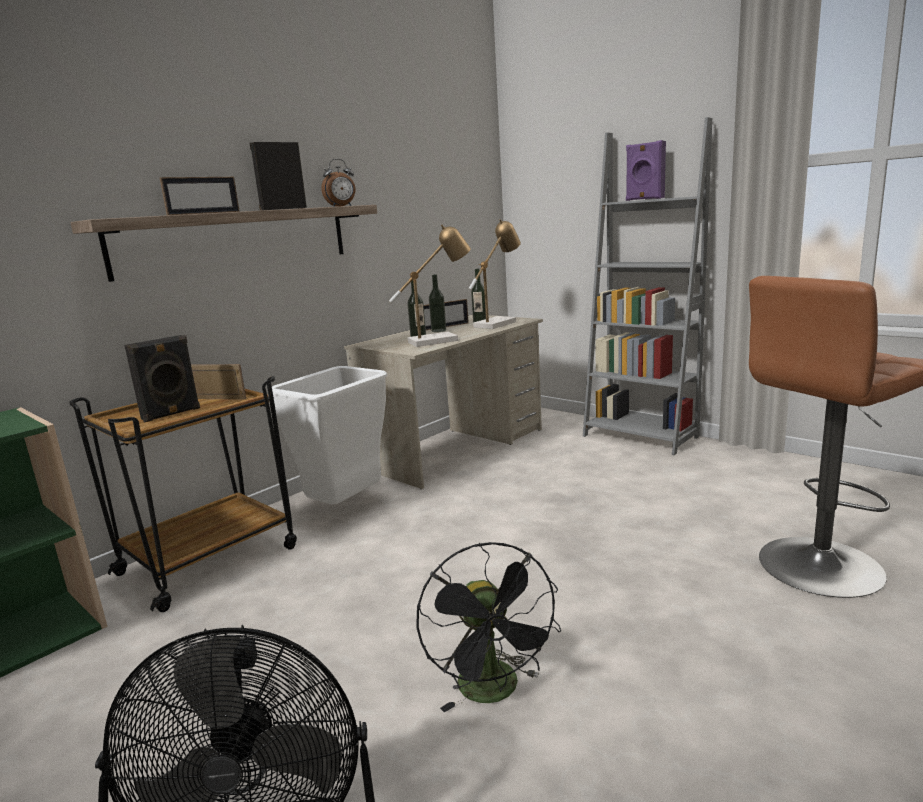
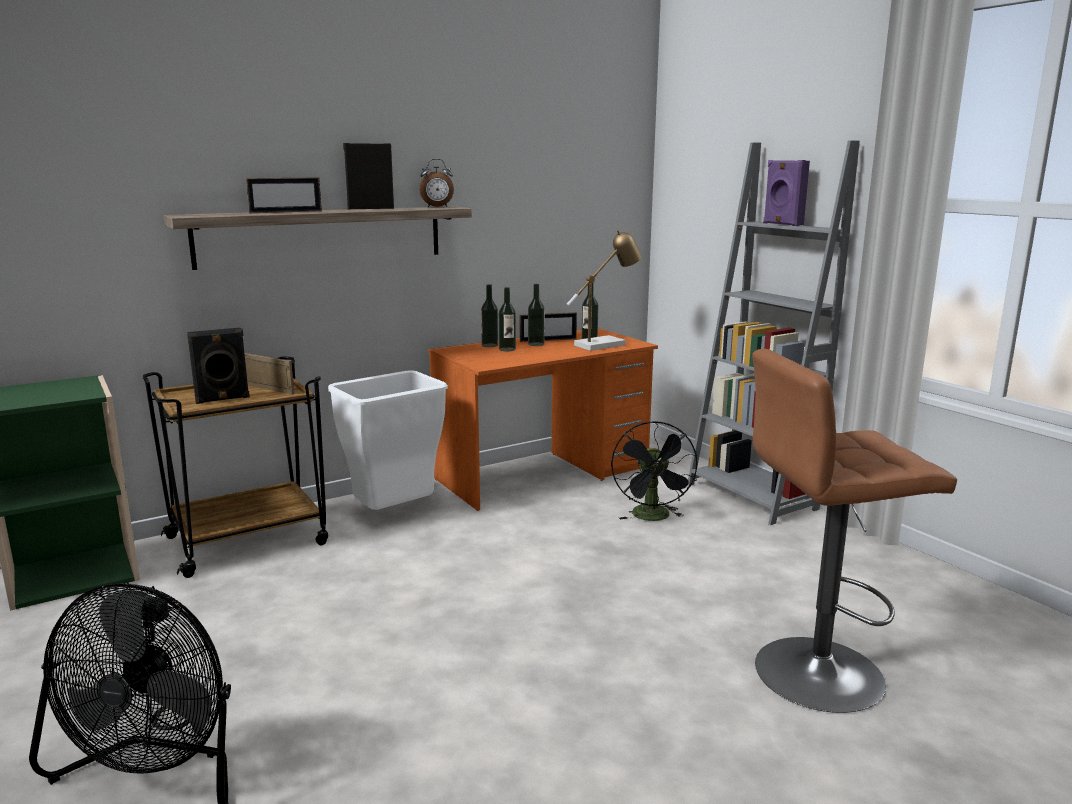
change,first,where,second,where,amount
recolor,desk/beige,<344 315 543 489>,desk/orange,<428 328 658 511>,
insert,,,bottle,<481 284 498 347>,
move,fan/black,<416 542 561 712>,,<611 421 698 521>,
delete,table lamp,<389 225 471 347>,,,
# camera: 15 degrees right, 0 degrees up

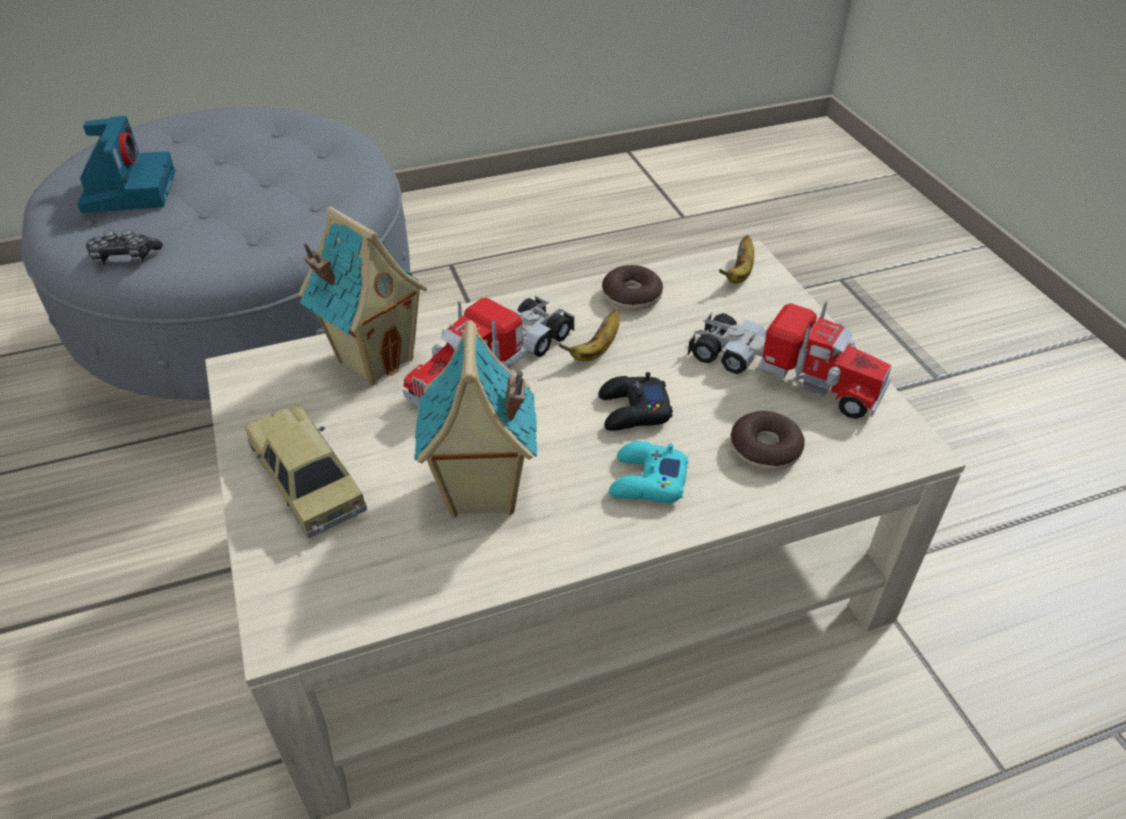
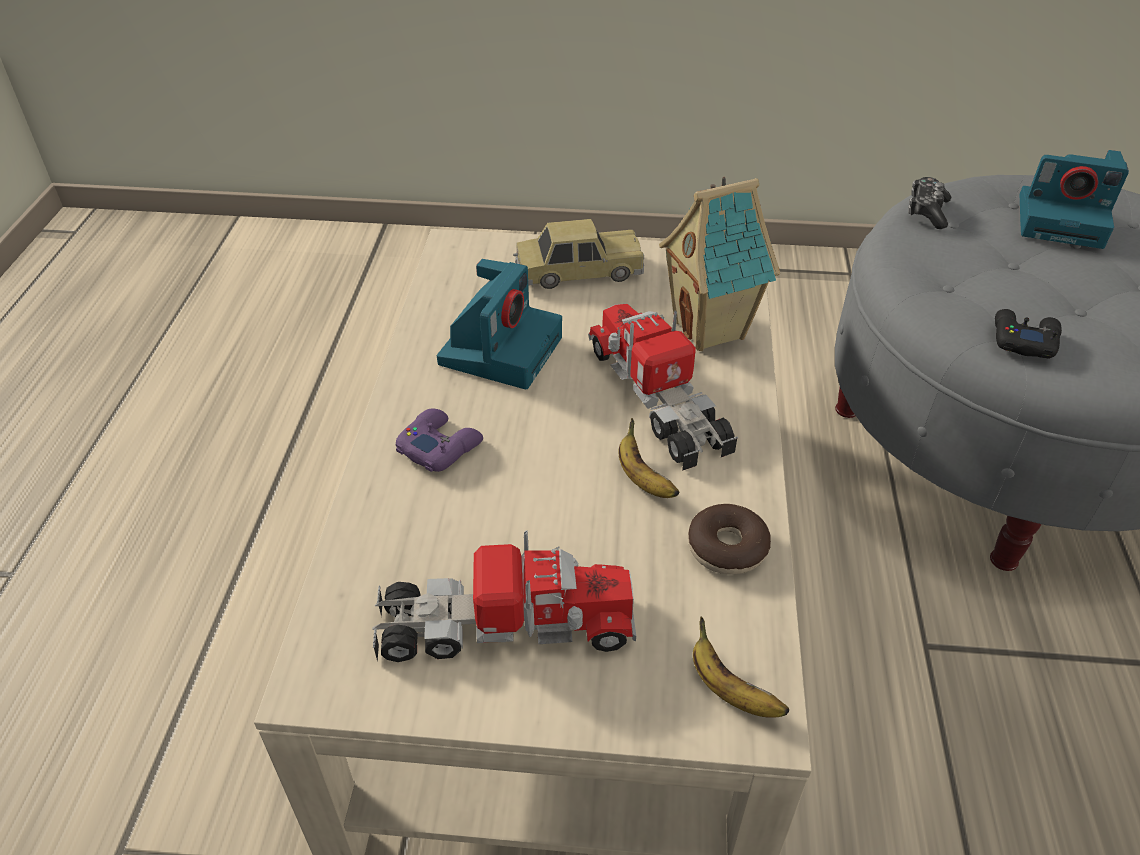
change,first,where,second,where,amount
rotate,toy truck,<688 301 892 419>,,<372 530 636 662>,150 degrees counterclockwise
recolor,game controller/turquoise,<609 441 689 503>,game controller/purple,<395 409 483 472>,
replace,toy house,<414 320 537 518>,photo camera,<437 259 562 389>,
move,game controller/black,<598 372 673 431>,,<995 309 1062 359>,
delete,donut,<730 411 805 470>,,,
# camera: 115 degrees right, 0 degrees up

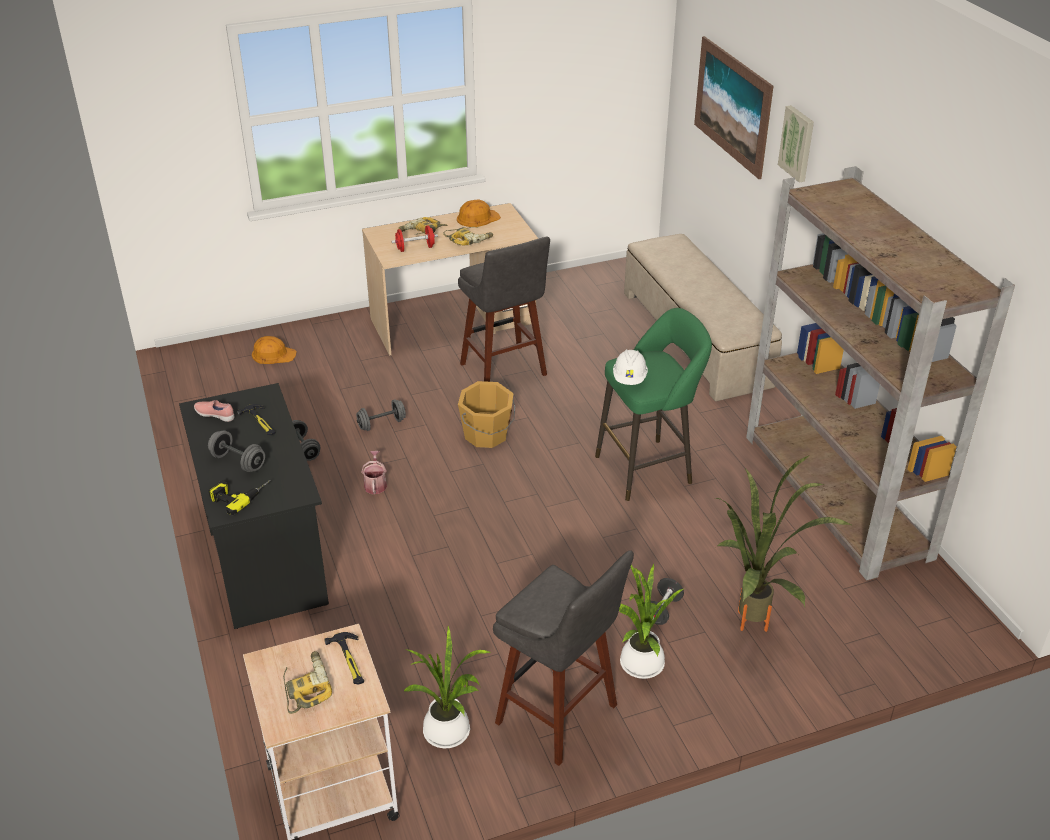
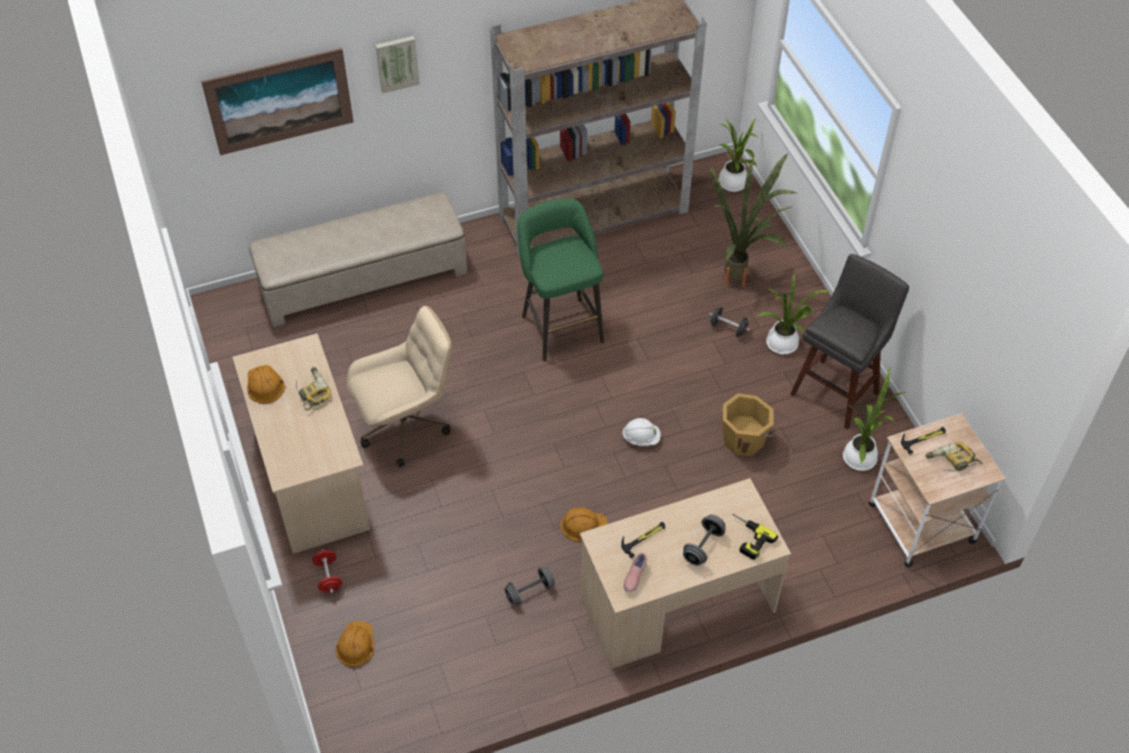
change,first,where,second,where,amount
move,dumbbell/red,<391 225 438 252>,,<312 550 342 593>,
replace,stool/grey,<458 237 550 382>,office chair/beige,<347 306 452 468>,
replace,watering can,<361 451 387 494>,hard hat/orange,<560 507 608 542>,
recolor,desk/black,<179 383 329 629>,desk/beige,<580 478 791 669>,
move,hard hat/white,<613 349 648 385>,,<622 418 661 446>,
insert,,,potted plant,<719 118 757 192>,
move,bucket/orange,<458 381 515 448>,,<722 393 775 456>,
delete,dumbbell/grey,<356 399 406 431>,,,
delete,power drill,<398 217 447 235>,,,
# camera: 90 degrees left, 15 degrees up

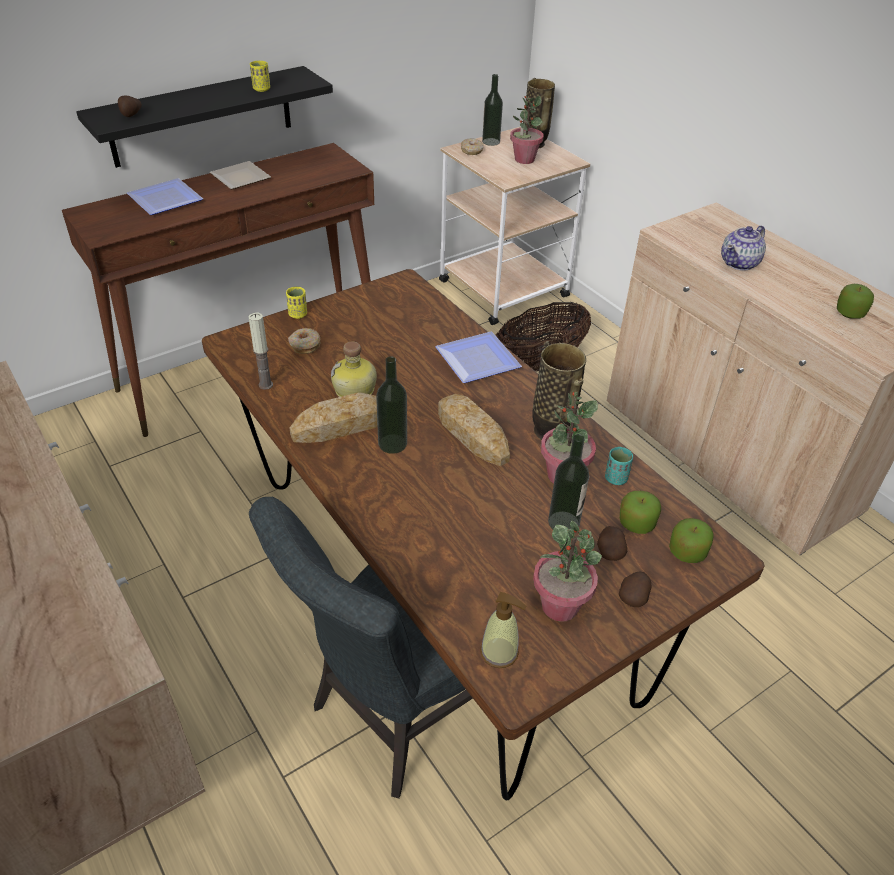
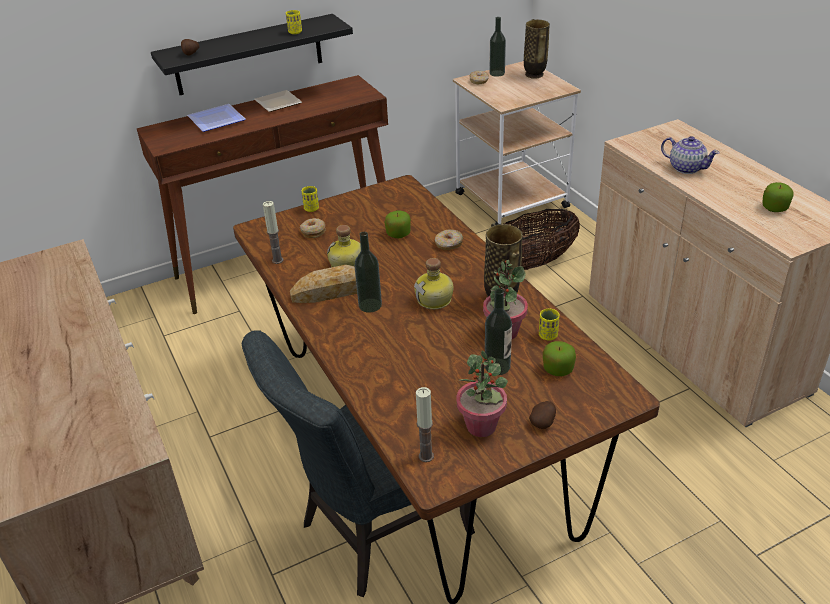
change,first,where,second,where,amount
move,apple,<669 518 714 563>,,<384 211 411 238>,
replace,bread,<438 394 510 466>,bottle,<414 258 453 309>,
replace,soap dispenser,<480 592 527 668>,candle,<416 387 434 462>,
replace,plate,<435 332 522 383>,donut,<435 229 463 250>,
recolor,cup/turquoise,<605 447 633 485>,cup/yellow,<539 308 560 341>,
rotate,teapot,<721 225 766 271>,,<661 136 720 174>,105 degrees counterclockwise
delete,potted plant,<510 95 544 164>,,,
delete,potato,<597 526 627 561>,,,
# camera: 10 degrees right, 5 degrees down

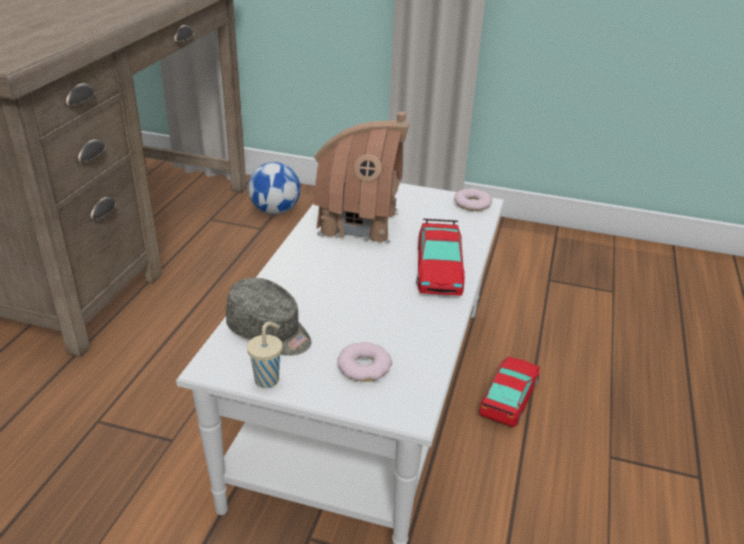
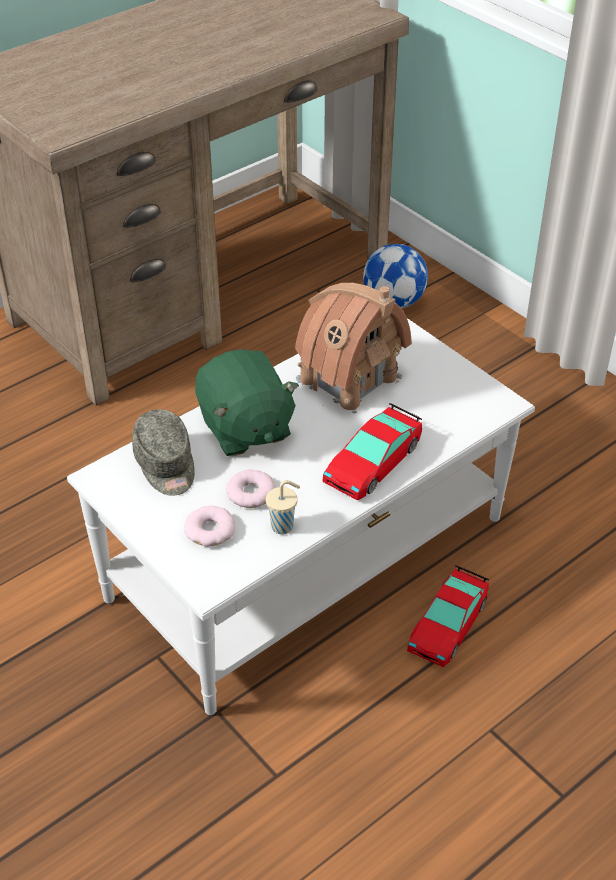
change,first,where,second,where,amount
insert,,,plush toy/green,<195 349 299 456>,
move,donut,<454 188 492 211>,,<226 470 276 508>,
move,cup/beige,<247 322 283 388>,,<266 480 300 534>,
rotate,toy car,<479 357 540 427>,,<407 566 489 667>,150 degrees clockwise
# camera: 35 degrees right, 10 degrees up

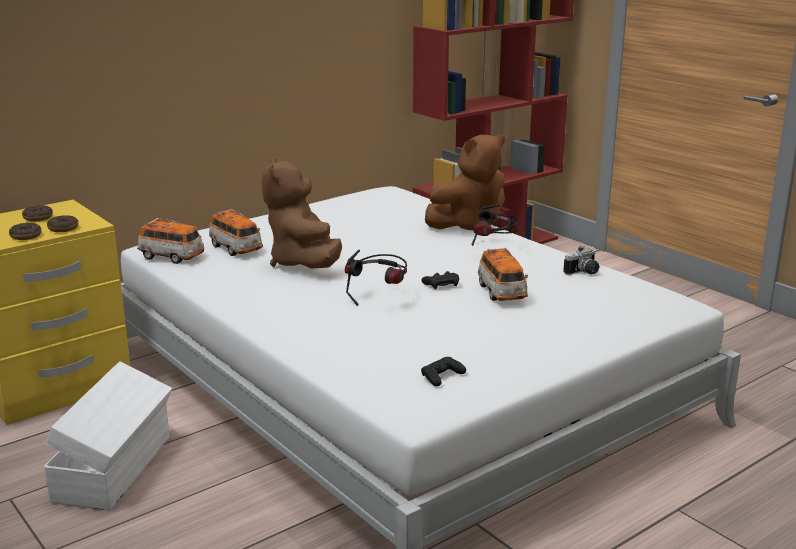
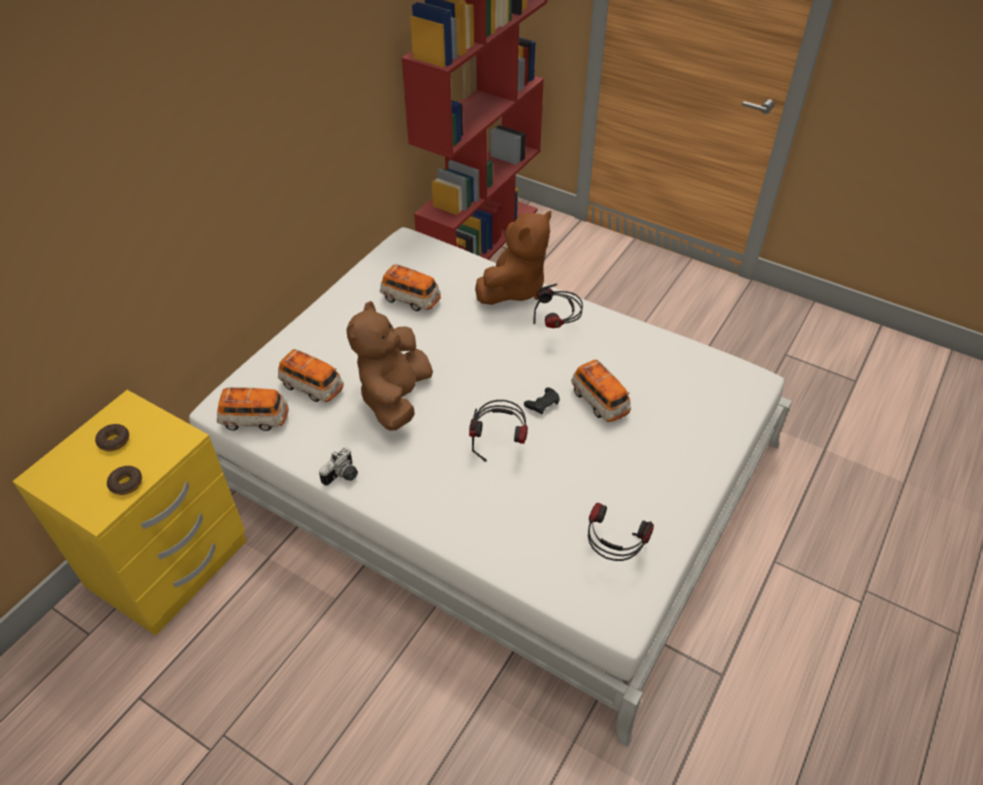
change,first,where,second,where,amount
move,photo camera,<563 246 599 275>,,<319 447 358 486>,
rotate,plush toy/brown,<262 157 342 269>,,<346 301 433 431>,45 degrees clockwise
insert,,,toy car,<380 264 441 311>,
replace,game controller/black,<421 357 466 386>,headphones,<588 503 654 561>,
delete,storage box/white,<44 361 172 511>,,,
delete,donut,<47 215 78 232>,,,
# camera: 20 degrees left, 25 degrees up

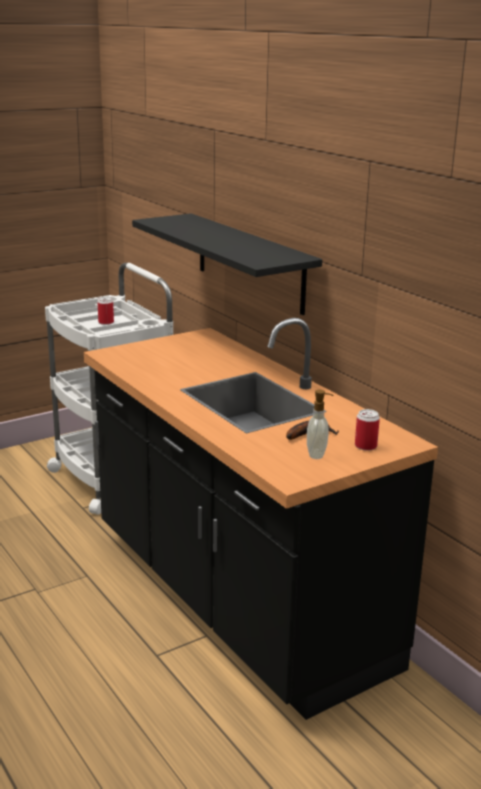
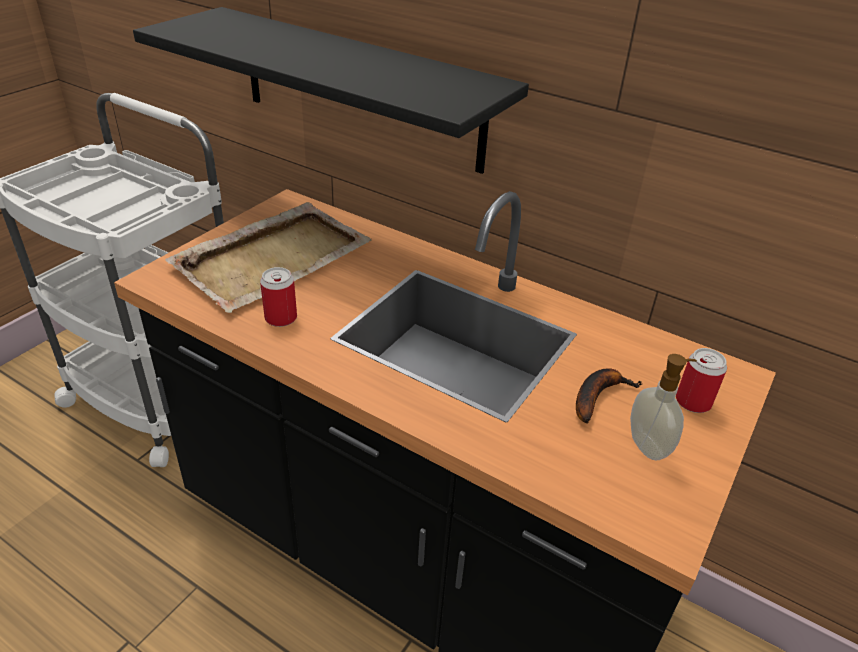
change,first,where,second,where,amount
insert,,,tray/beige,<165 202 372 313>,
move,can,<97 297 114 325>,,<260 267 297 327>,
# camera: 25 degrees left, 15 degrees up

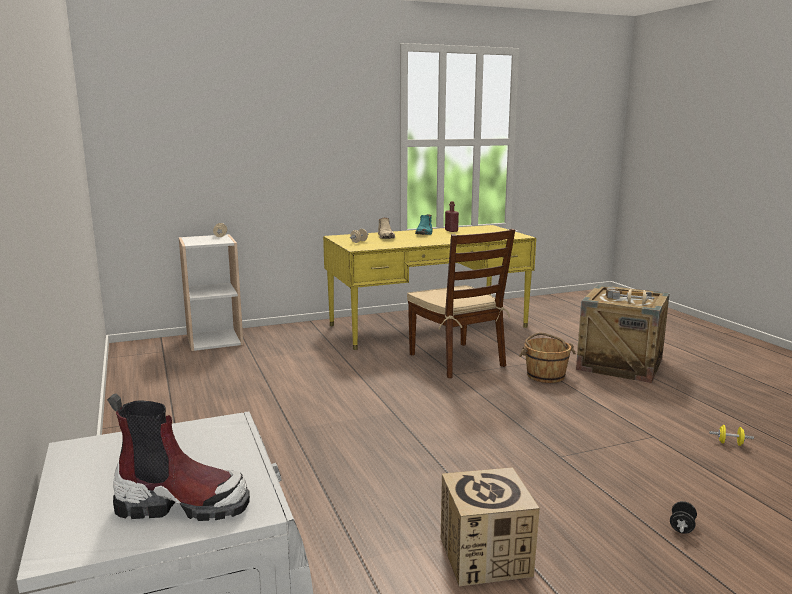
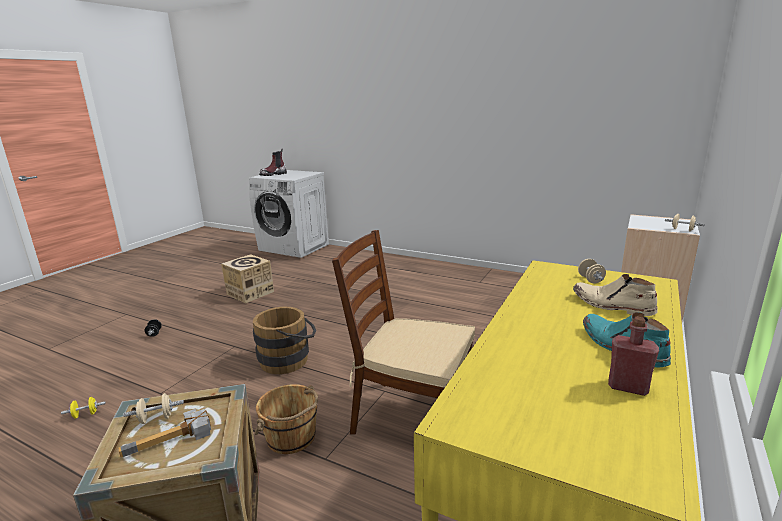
change,first,where,second,where,amount
insert,,,bucket/brown,<253 307 316 374>,
# camera: 140 degrees right, 5 degrees up

